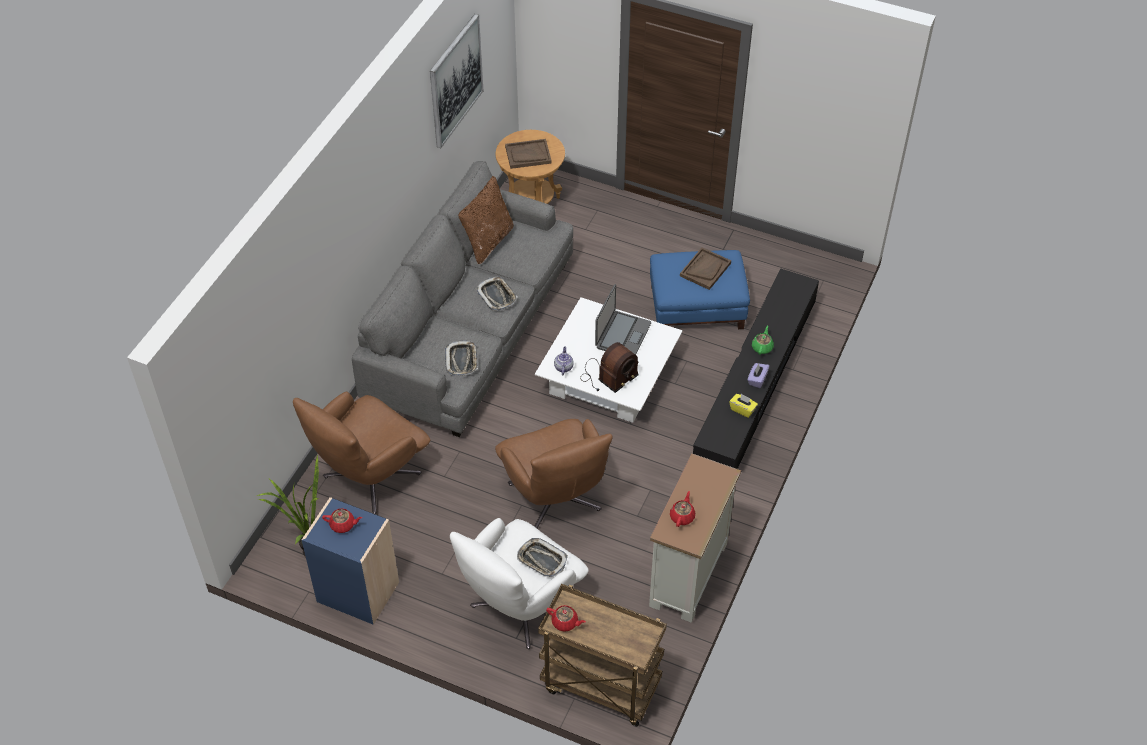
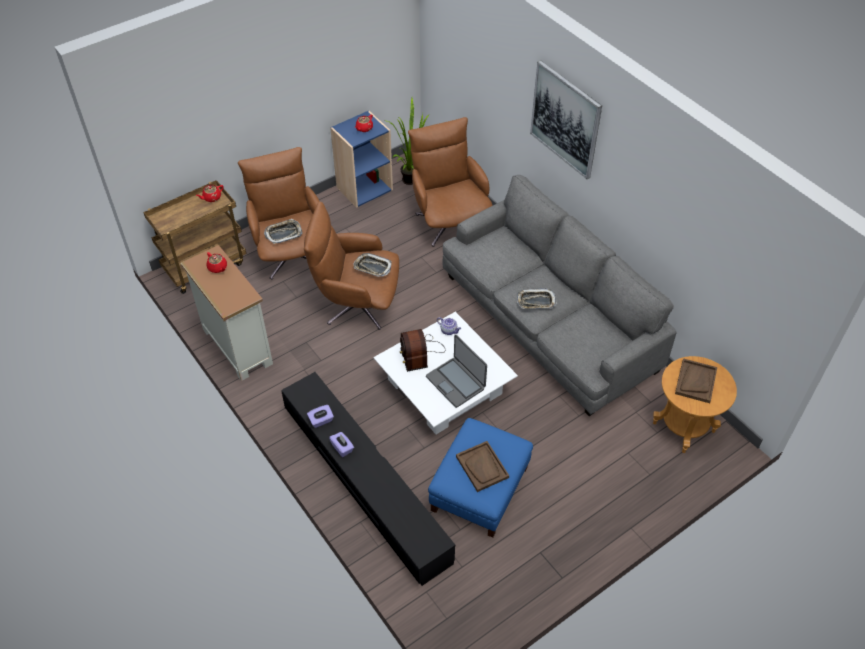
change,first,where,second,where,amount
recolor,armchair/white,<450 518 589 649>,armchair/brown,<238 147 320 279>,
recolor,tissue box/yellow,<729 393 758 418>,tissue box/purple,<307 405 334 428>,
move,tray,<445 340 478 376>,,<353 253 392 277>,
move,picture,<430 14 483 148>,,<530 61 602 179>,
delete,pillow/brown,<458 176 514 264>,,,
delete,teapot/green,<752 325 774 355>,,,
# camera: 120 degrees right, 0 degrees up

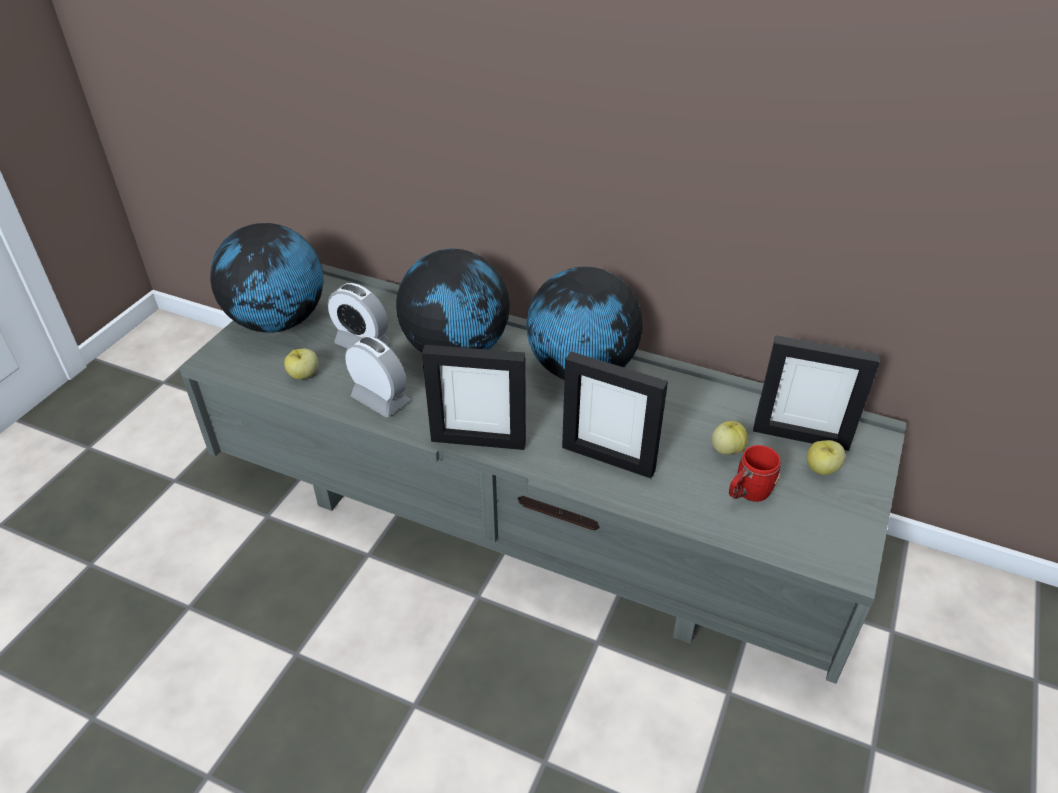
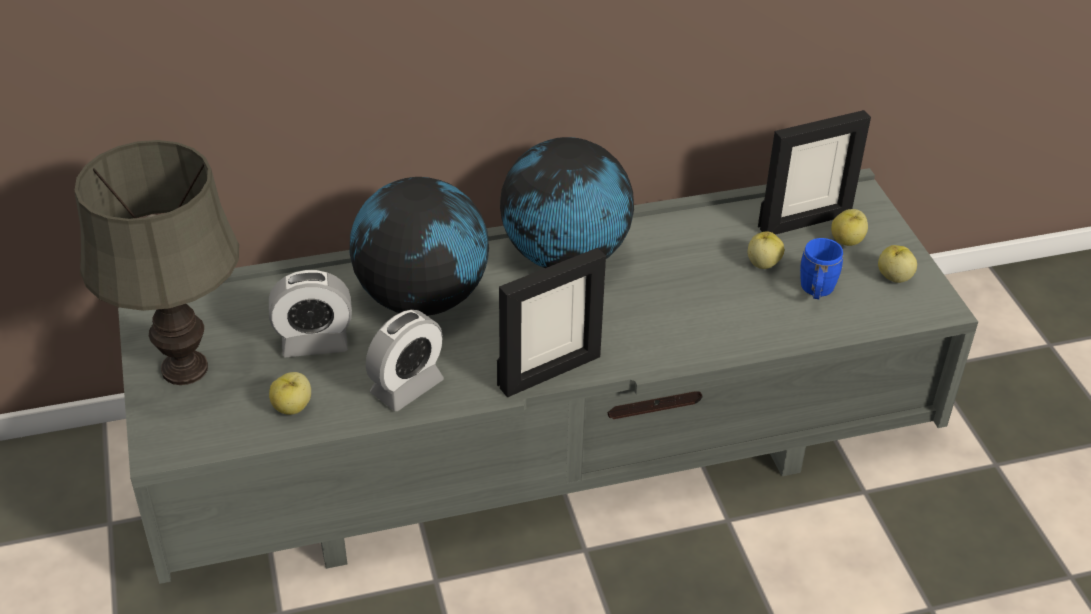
change,first,where,second,where,amount
replace,globe,<210 223 323 333>,table lamp/grey,<74 140 239 385>,
rotate,alarm clock,<345 336 409 417>,,<366 310 444 411>,135 degrees clockwise
recolor,mug/red,<729 445 781 502>,mug/blue,<800 238 843 299>,
insert,,,apple,<878 245 917 283>,
delete,picture frame,<562 352 668 478>,,,
# camera: 40 degrees left, 0 degrees up

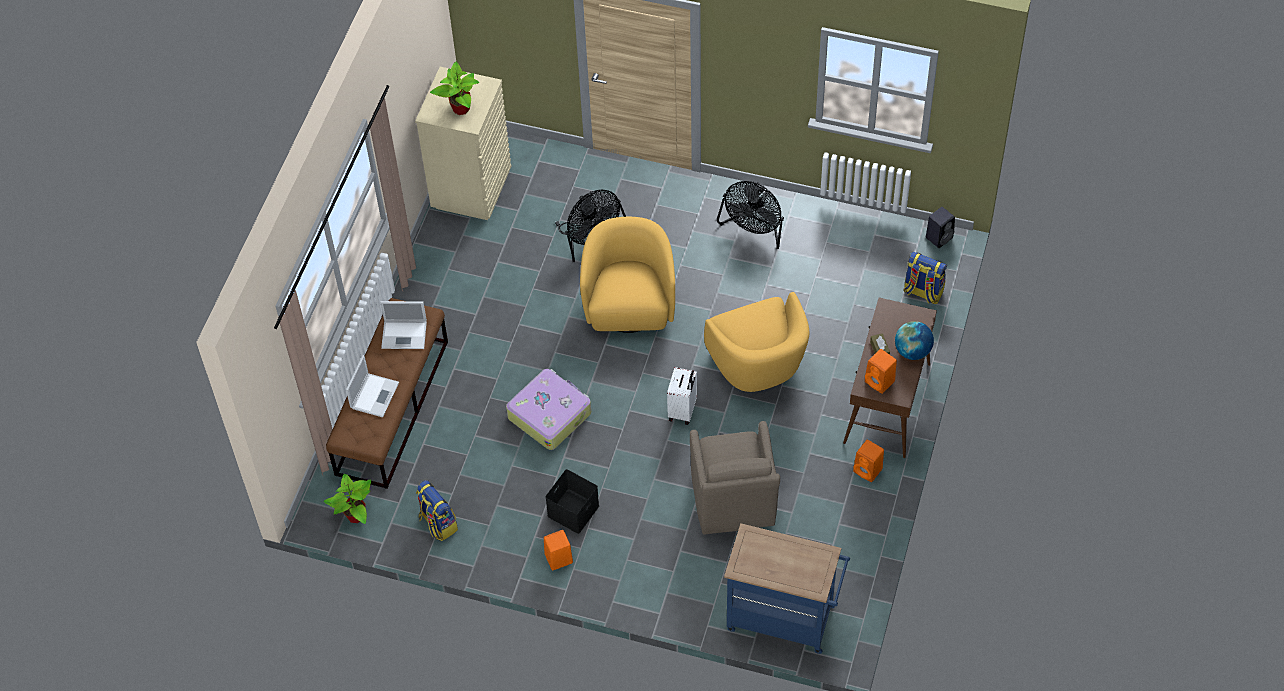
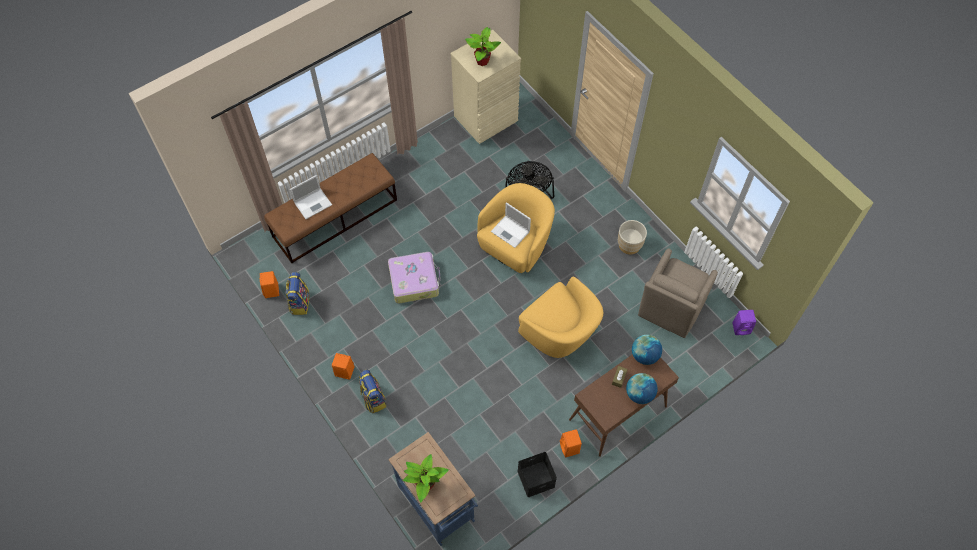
change,first,where,second,where,amount
move,speaker/orange,<865 349 897 394>,,<260 271 279 298>,
move,backpack,<903 252 947 304>,,<359 370 386 413>,
move,potted plant,<323 474 371 524>,,<403 454 449 503>,
move,laptop,<380 301 427 349>,,<491 202 531 248>,
move,storage box/black,<545 469 599 534>,,<517 452 557 497>,
rotate,armchair/yellow,<704 292 809 392>,,<518 277 603 358>,60 degrees counterclockwise
replace,fan/black,<717 181 784 249>,planter/beige,<618 220 647 254>,
insert,,,globe,<632 335 662 365>,
move,armchair/brown,<690 421 780 535>,,<638 248 718 338>,
recolor,speaker/black,<926 207 955 248>,speaker/purple,<732 310 756 335>,
delete,suitcase/white,<667 367 697 425>,,,
# camera: 35 degrees right, 5 degrees up

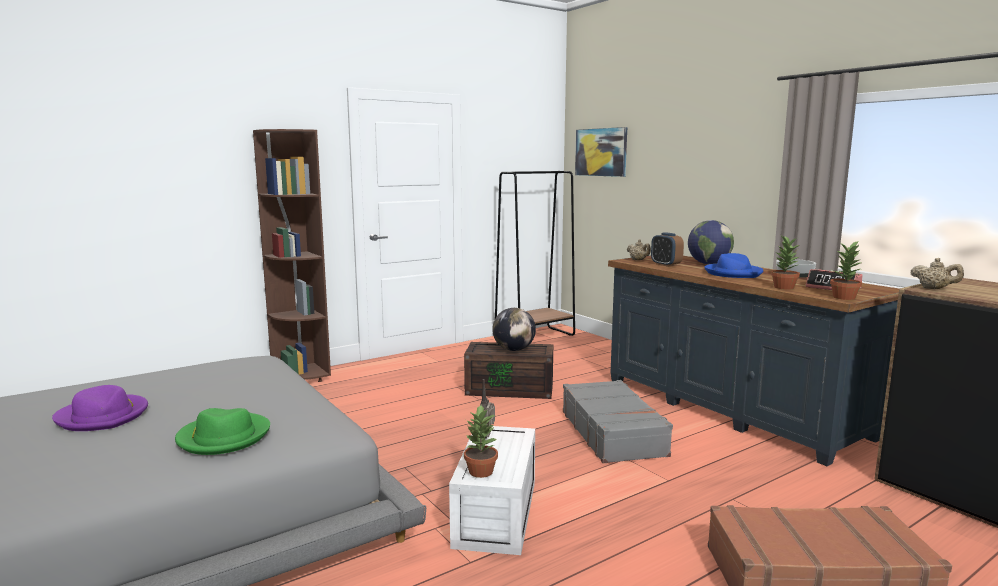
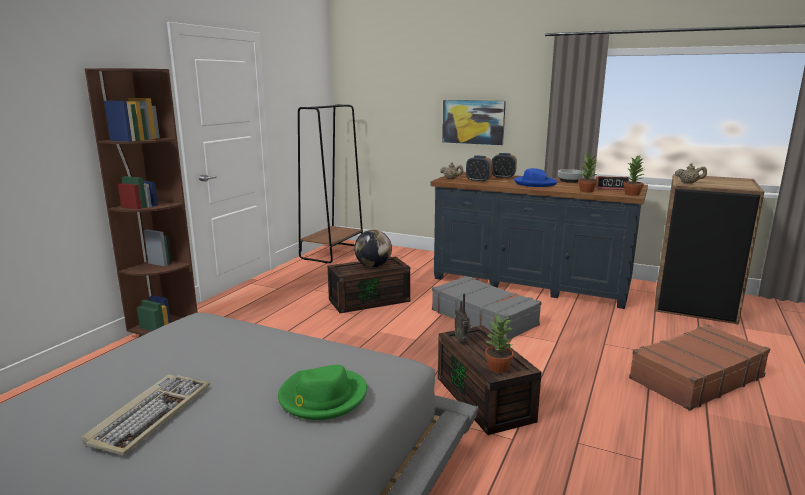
change,first,where,second,where,amount
replace,hat/purple,<52 385 148 431>,keyboard,<81 374 210 456>,
recolor,storage box/white,<449 426 535 555>,storage box/brown,<438 326 542 435>,
move,picture,<575 127 627 177>,,<442 100 506 145>,
replace,globe,<688 220 734 264>,alarm clock,<492 153 517 179>,
# camera: 30 degrees left, 5 degrees up

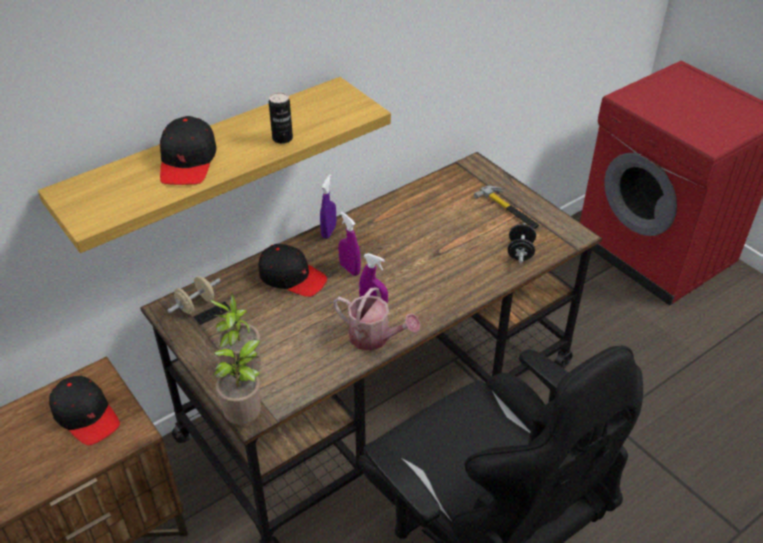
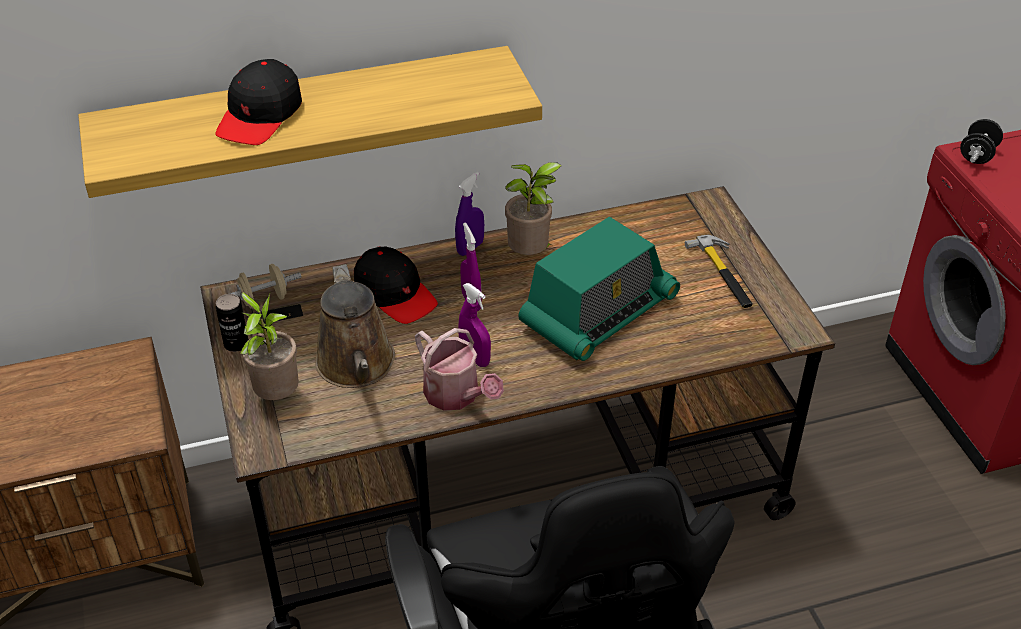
change,first,where,second,where,amount
move,can,<269 92 293 144>,,<216 294 249 352>,
insert,,,watering can/brown,<315 264 395 388>,
move,potted plant,<213 339 264 425>,,<505 162 561 255>,
insert,,,radio,<518 217 680 361>,
move,dumbbell/black,<507 223 536 263>,,<960 119 1003 164>,
delete,cap/black,<49 376 120 445>,,,
# camera: 20 degrees right, 0 degrees up

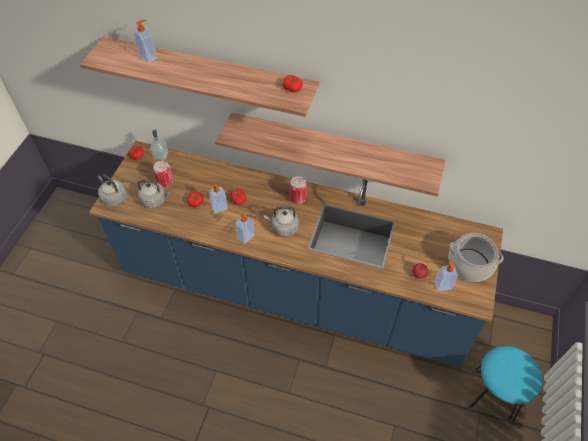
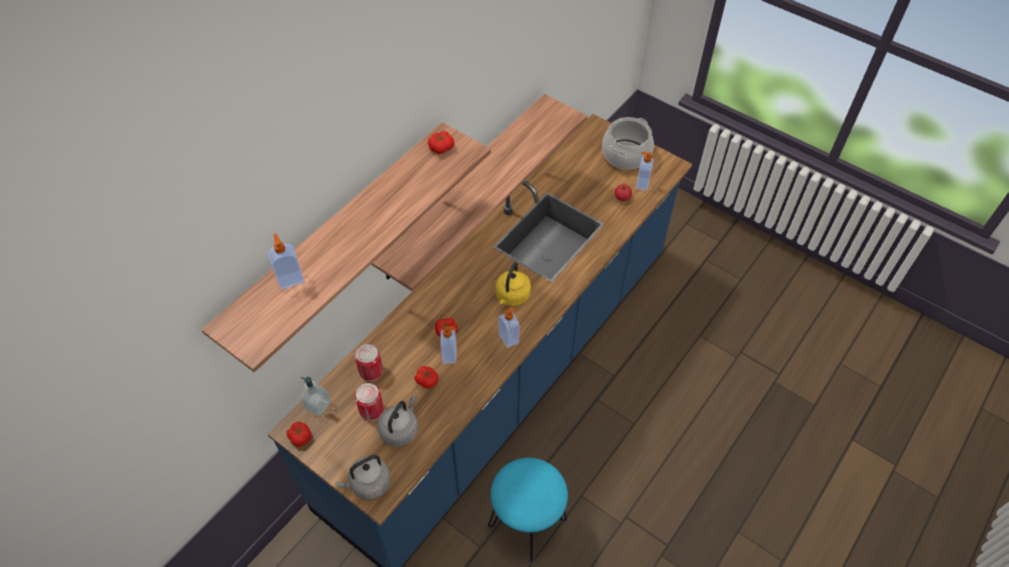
change,first,where,second,where,amount
move,can,<289 176 307 204>,,<355 344 383 381>,
move,stool/turquoise,<468 346 542 424>,,<488 458 568 564>,
recolor,kettle/grey,<263 206 299 237>,kettle/yellow,<496 262 531 306>,
# camera: 70 degrees left, 0 degrees up

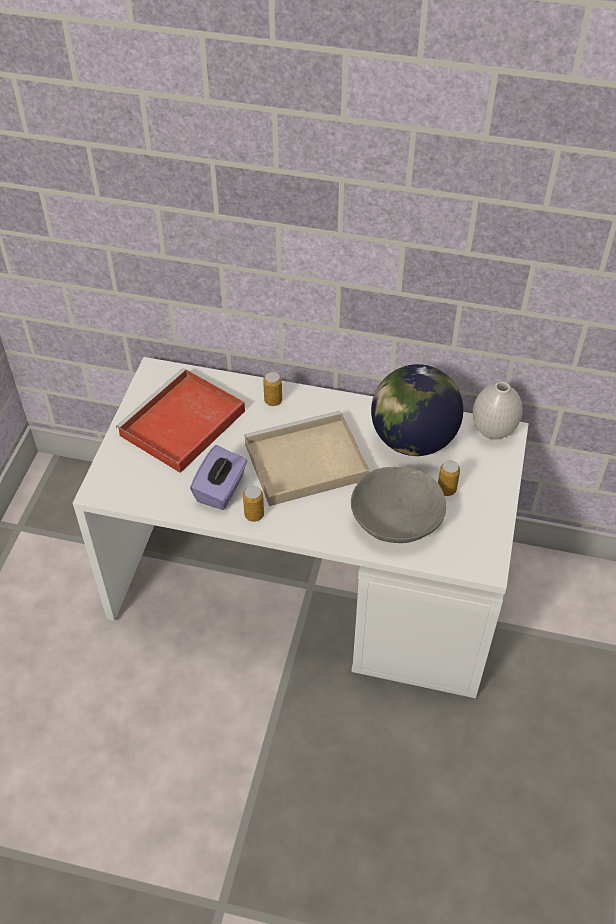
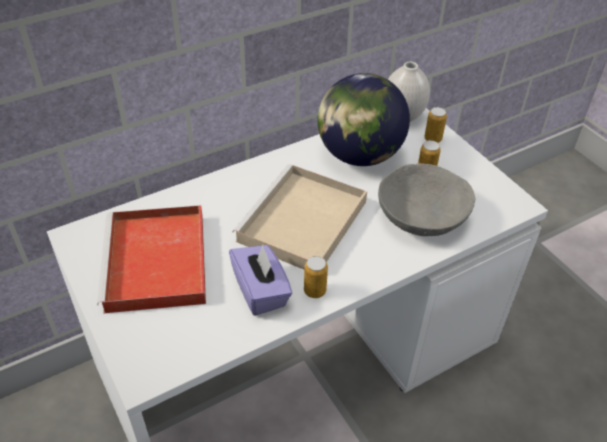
change,first,where,second,where,amount
move,can,<263 372 282 406>,,<424 107 447 143>,
# camera: 45 degrees left, 5 degrees down

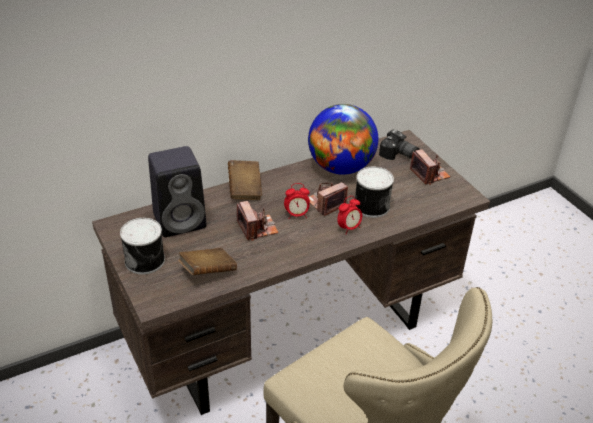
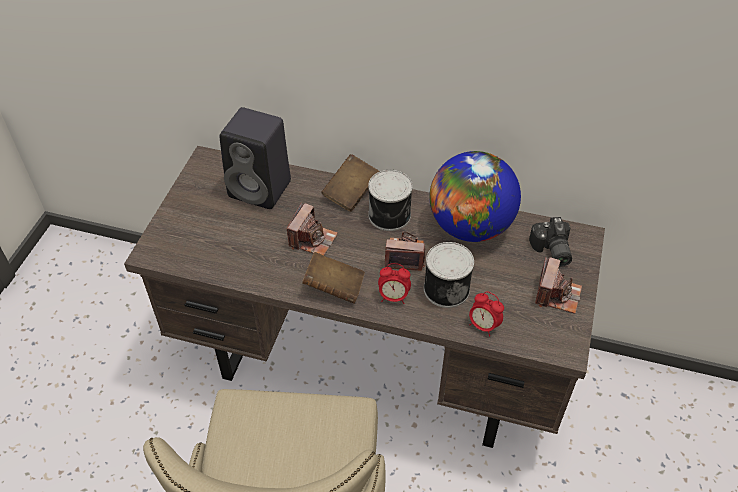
change,first,where,second,where,amount
move,book/brown,<178 248 237 275>,,<302 252 365 304>,
move,can,<120 218 165 275>,,<368 170 413 231>,
move,alarm clock,<284 183 310 219>,,<469 292 504 337>,
# camera: 45 degrees right, 10 degrees up

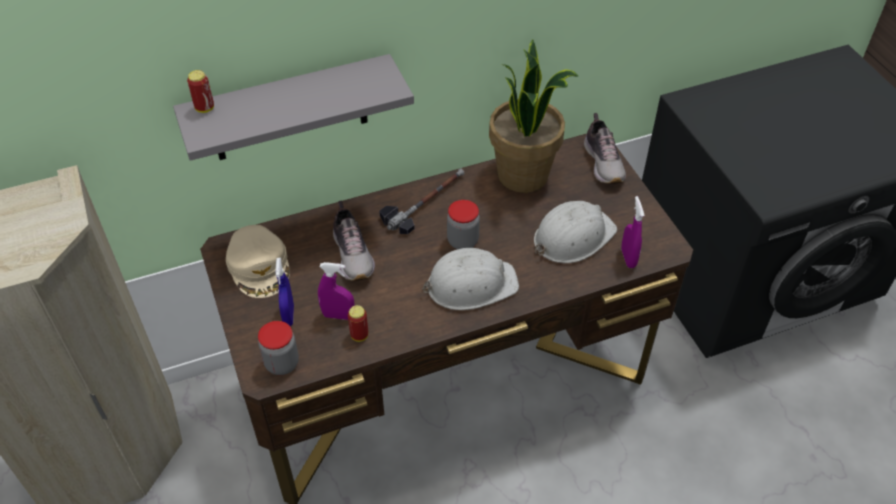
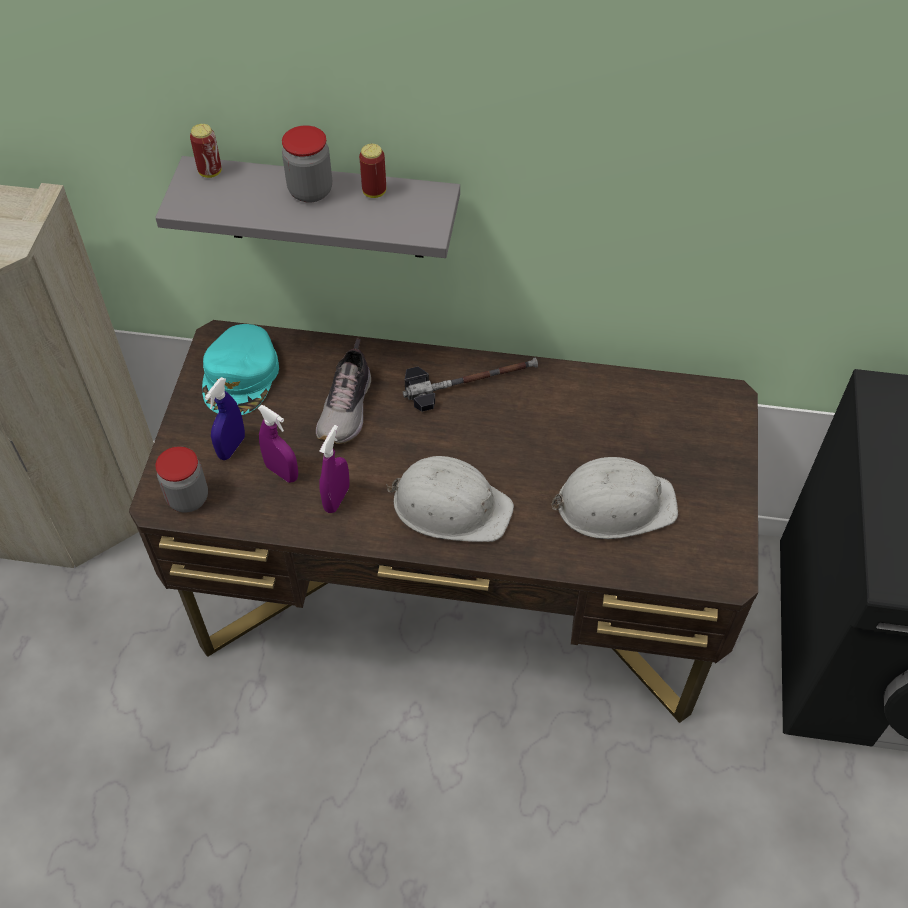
change,first,where,second,where,amount
recolor,cap/beige,<226 225 290 298>,cap/turquoise,<202 324 279 415>,
move,jar,<447 200 480 249>,,<282 125 332 203>,
move,spray bottle/purple,<621 196 645 268>,,<319 425 350 513>,
move,can,<348 305 368 342>,,<359 144 386 198>,
delete,potted plant,<489 40 579 193>,,,
delete,shoe,<584 113 626 184>,,,
# camera: 30 degrees right, 5 degrees up

